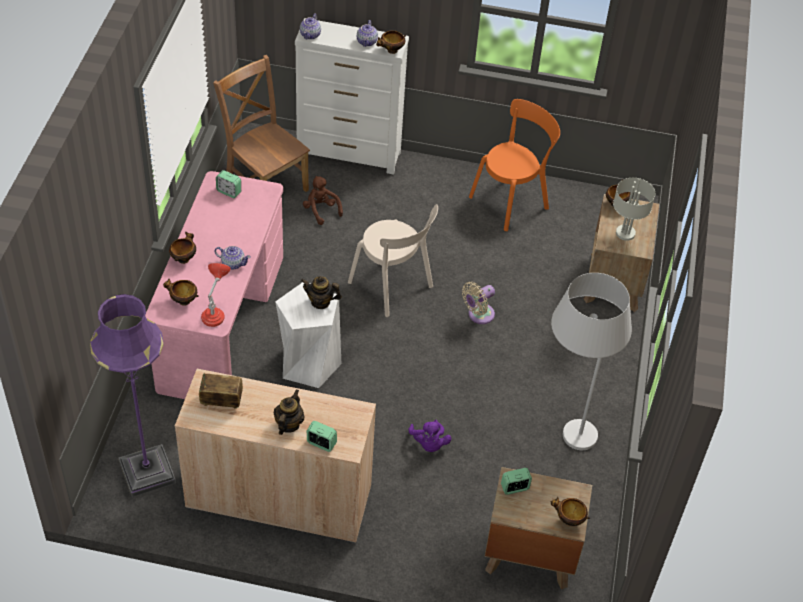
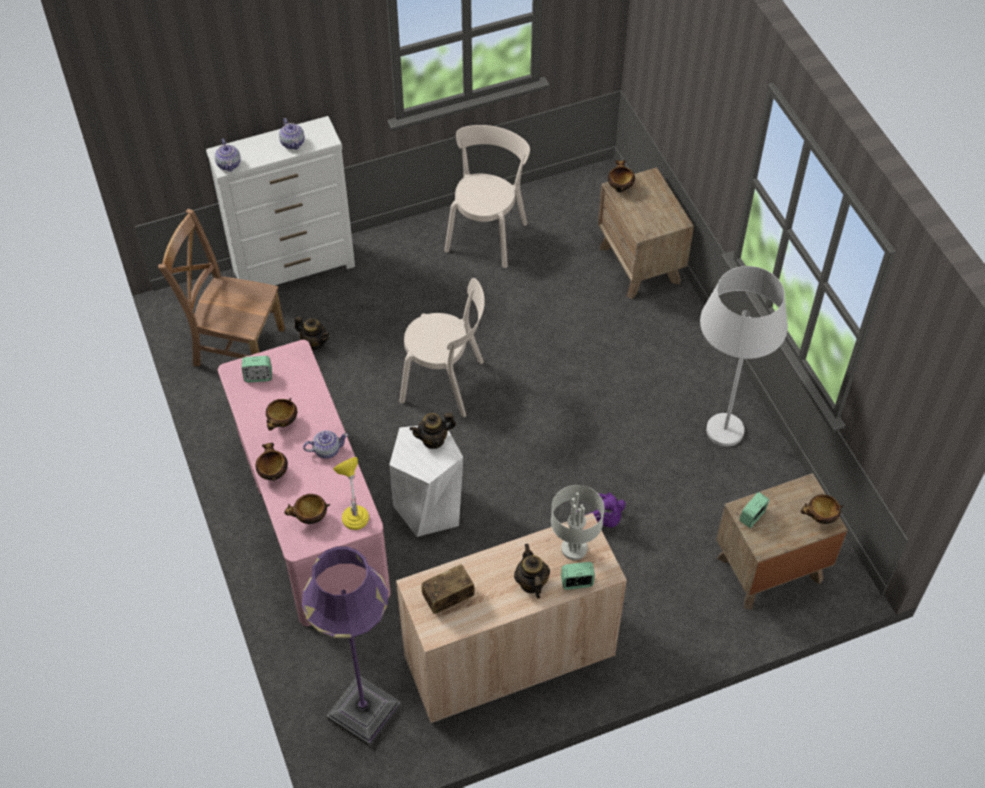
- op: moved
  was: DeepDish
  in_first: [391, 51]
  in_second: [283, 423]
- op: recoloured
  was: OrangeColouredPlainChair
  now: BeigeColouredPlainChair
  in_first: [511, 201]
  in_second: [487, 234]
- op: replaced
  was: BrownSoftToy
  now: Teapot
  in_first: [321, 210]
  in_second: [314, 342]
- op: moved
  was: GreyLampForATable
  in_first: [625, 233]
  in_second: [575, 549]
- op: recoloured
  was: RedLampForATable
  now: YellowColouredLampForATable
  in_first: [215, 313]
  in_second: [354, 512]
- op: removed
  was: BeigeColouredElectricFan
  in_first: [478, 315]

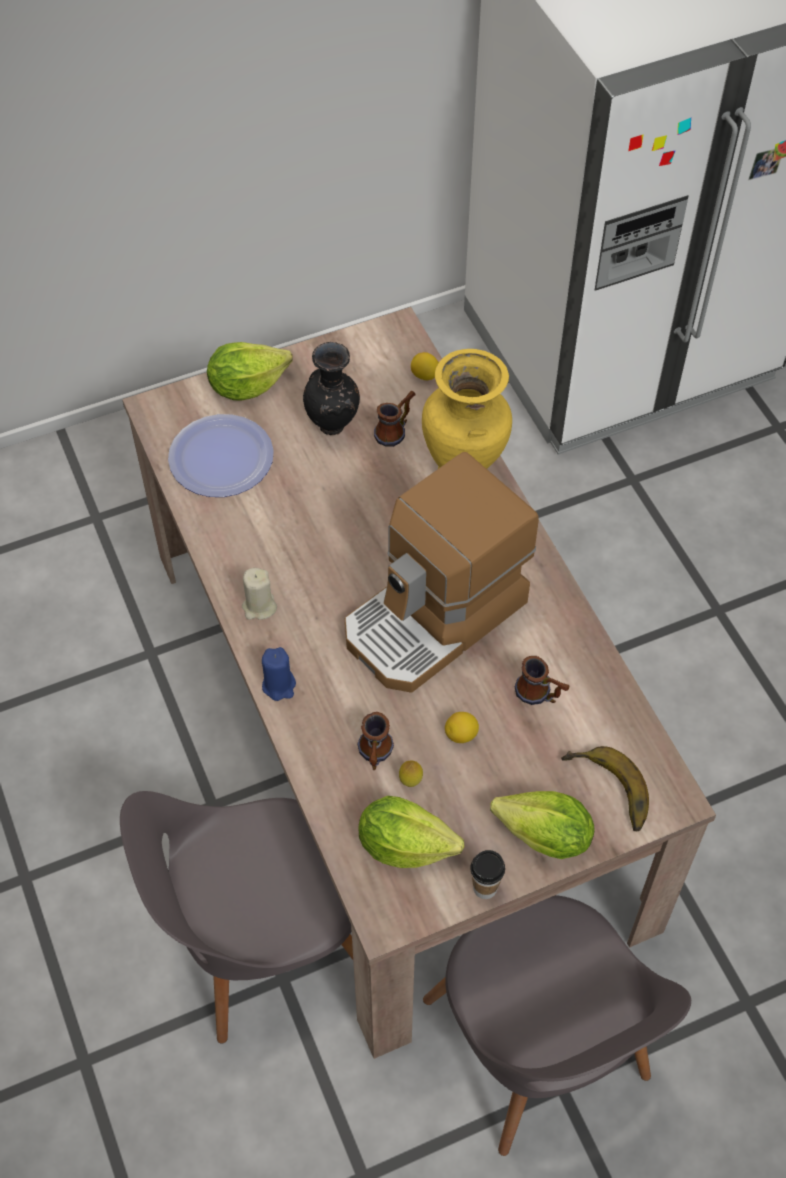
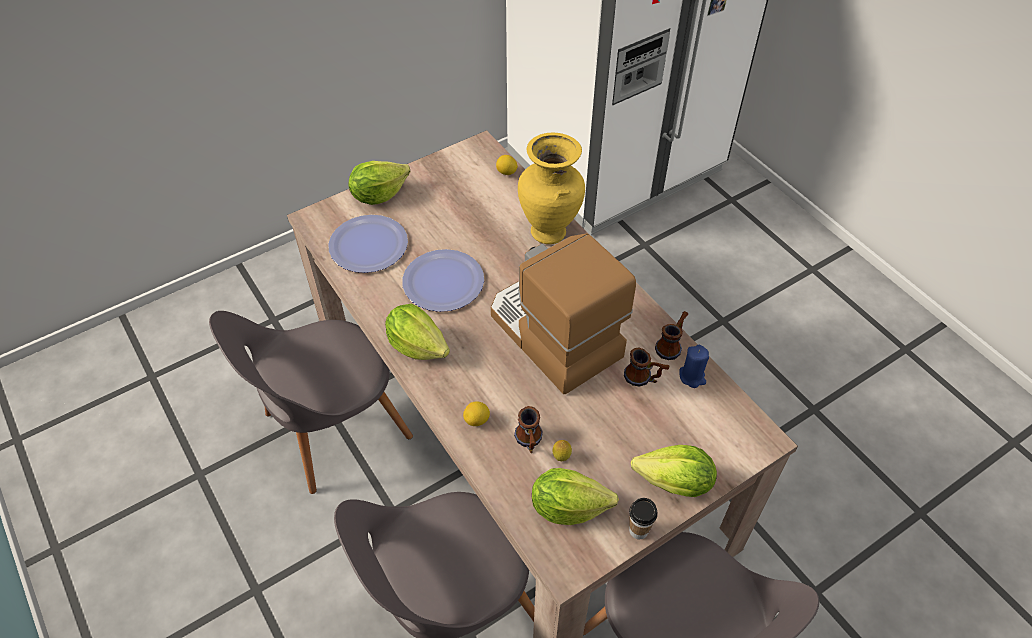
- op: removed
  was: BlackishVase
  in_first: [334, 427]
- op: moved
  was: TeaMug
  in_first: [395, 430]
  in_second: [671, 345]
- op: turned
  was: CoffeeBrewer
  in_first: [436, 618]
  in_second: [553, 335]
  clockwise: 105
- op: replaced
  was: BeigeColouredWaxCandle
  now: LettuceHead
  in_first: [259, 607]
  in_second: [417, 345]
- op: moved
  was: BluishWaxCandle
  in_first: [279, 685]
  in_second: [692, 377]
- op: moved
  was: WholeLemon
  in_first: [461, 735]
  in_second: [477, 420]
- op: removed
  was: Banana
  in_first: [605, 793]
- op: added
  now: DinnerPlate
  in_second: [443, 282]
- op: added
  now: GreyPlainChair
  in_second: [331, 429]

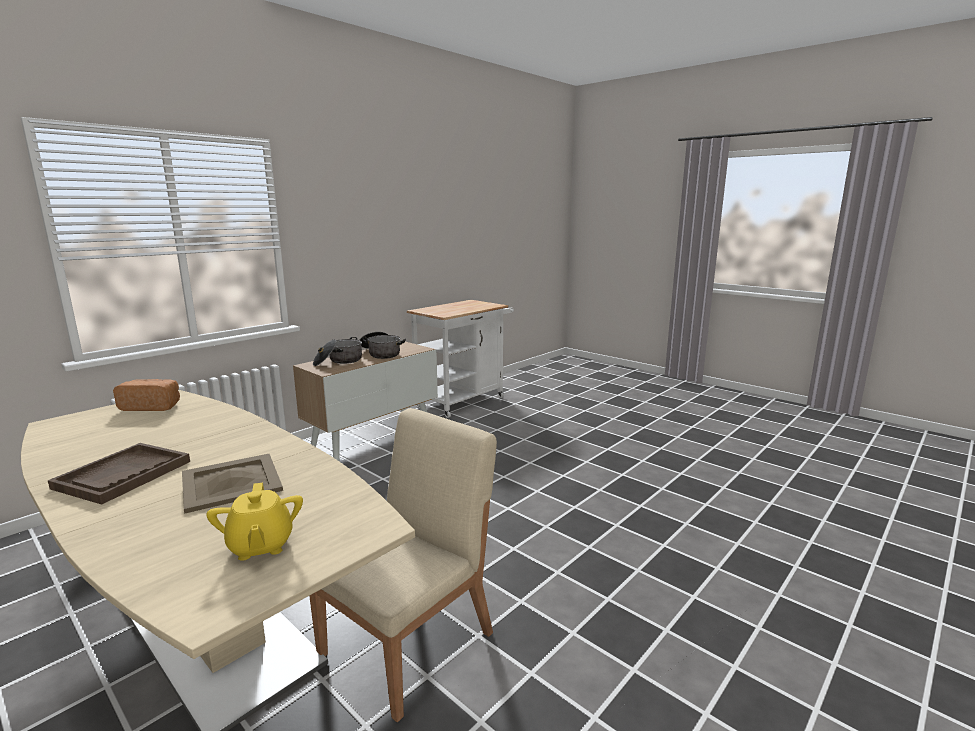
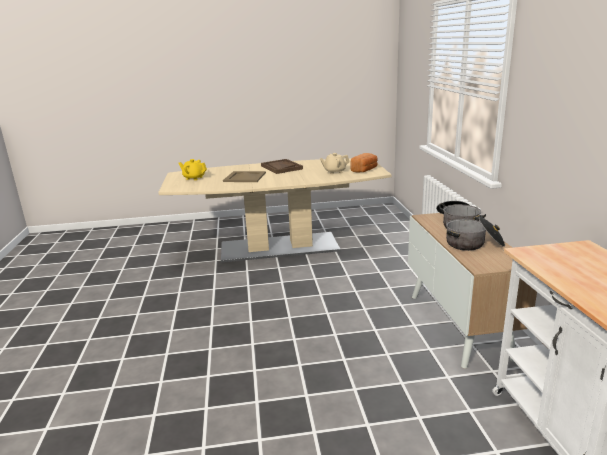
- op: removed
  was: BeigeColouredPlainChair
  in_first: [410, 642]
- op: added
  now: BeigeColouredTeapot
  in_second: [334, 172]

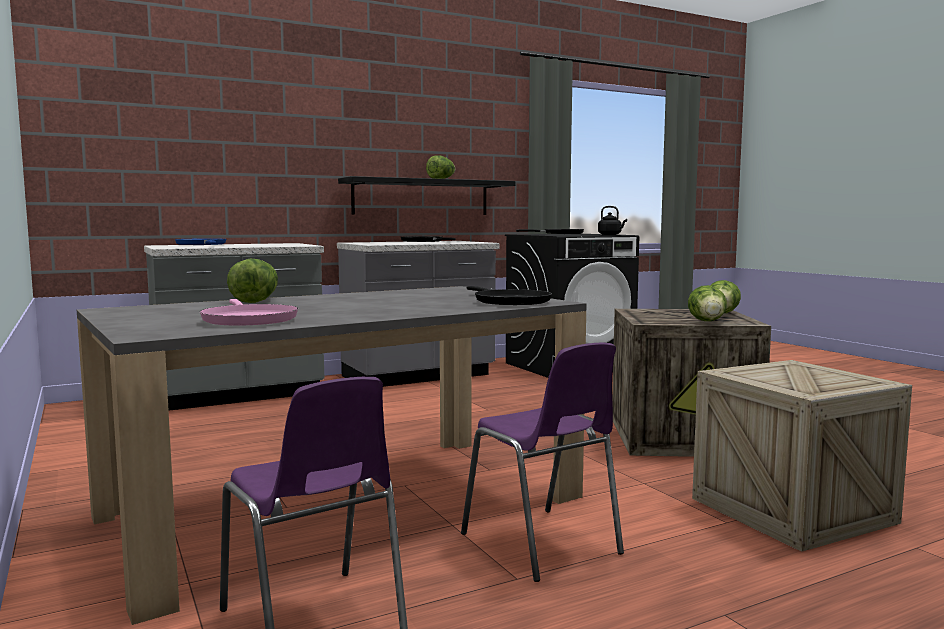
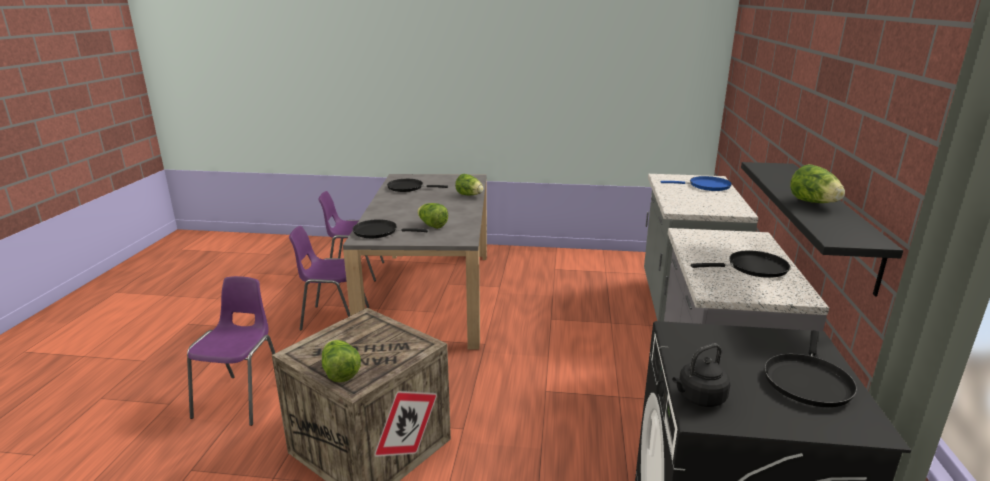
- op: moved
  was: LettuceHead
  in_first: [708, 322]
  in_second: [432, 225]
- op: recoloured
  was: PinkColouredFryingPan
  now: BlackishFryingPan
  in_first: [248, 320]
  in_second: [408, 188]
- op: replaced
  was: Crate
  now: PurpleColouredPlainChair
  in_first: [792, 510]
  in_second: [242, 398]

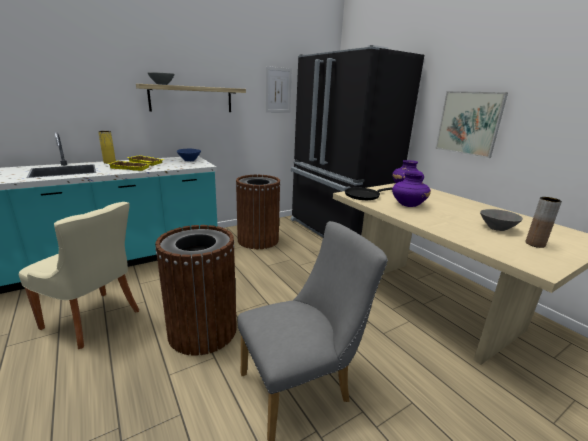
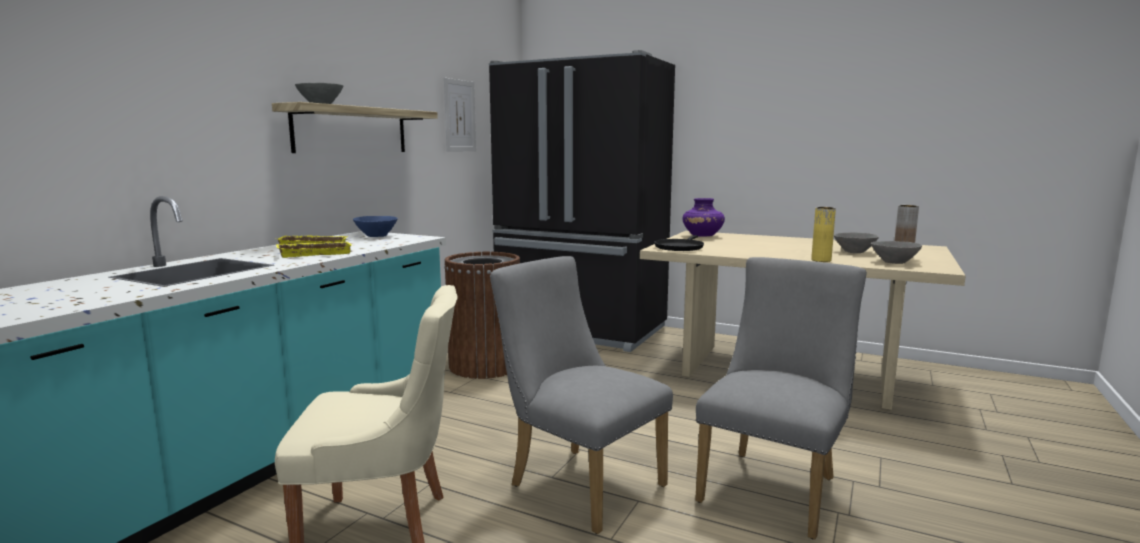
- op: removed
  was: Picture
  in_first: [468, 123]
- op: moved
  was: YellowColouredVase
  in_first: [109, 162]
  in_second: [821, 260]
- op: removed
  was: PurpleColouredVase
  in_first: [408, 205]
- op: replaced
  was: BrownRubbishBin
  now: GreyPlainChair
  in_first: [203, 330]
  in_second: [578, 482]
- op: added
  now: GreyDeepDish
  in_second: [893, 262]

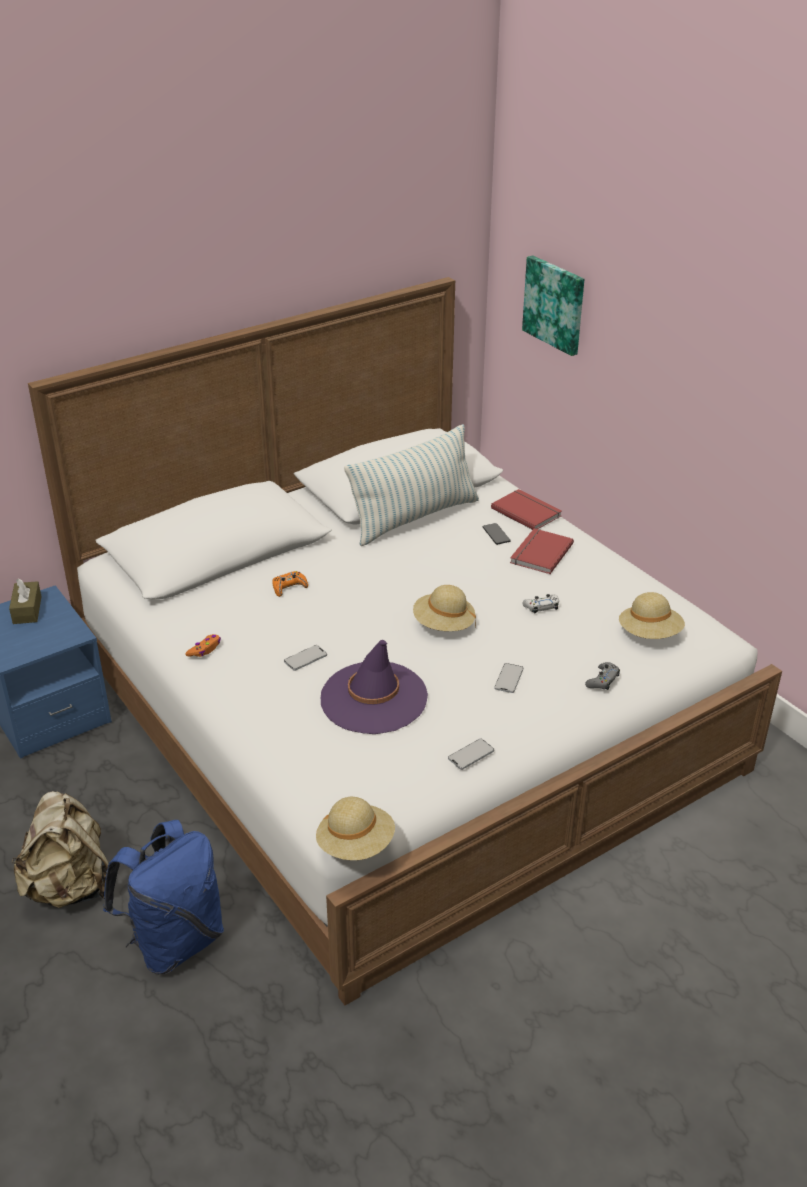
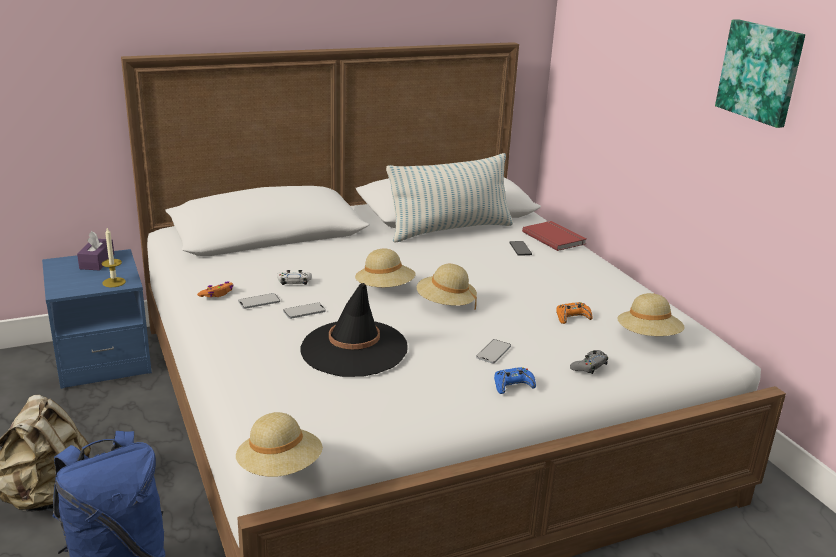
- op: moved
  was: Picture
  in_first: [555, 304]
  in_second: [761, 72]
- op: removed
  was: RedVolume
  in_first: [539, 553]
- op: moved
  was: OrangeColouredGameController
  in_first: [289, 587]
  in_second: [572, 317]
- op: recoloured
  was: BrownTissueHolder
  now: PurpleColouredTissueHolder
  in_first: [27, 610]
  in_second: [97, 262]
- op: moved
  was: WhiteColouredGameController
  in_first: [541, 607]
  in_second: [294, 282]
- op: recoloured
  was: PurpleColouredHat
  now: BlackishHat
  in_first: [373, 698]
  in_second: [354, 349]
- op: moved
  was: Telephone
  in_first: [471, 755]
  in_second: [259, 302]
- op: added
  now: WaxCandle
  in_second: [114, 282]
- op: added
  now: BeigeColouredHat
  in_second: [385, 289]
- op: added
  now: BluishGameController
  in_second: [513, 385]

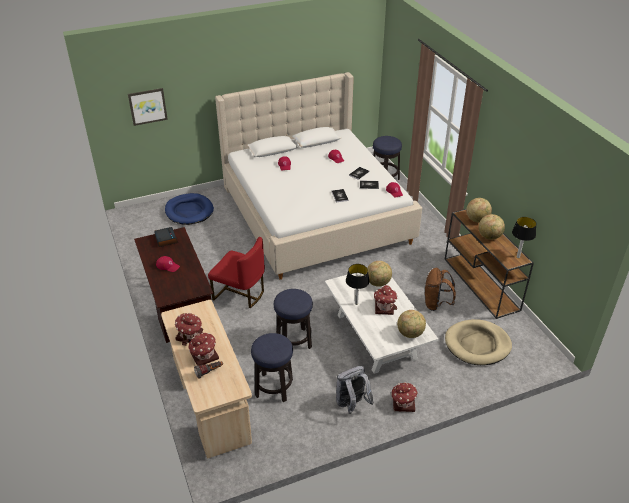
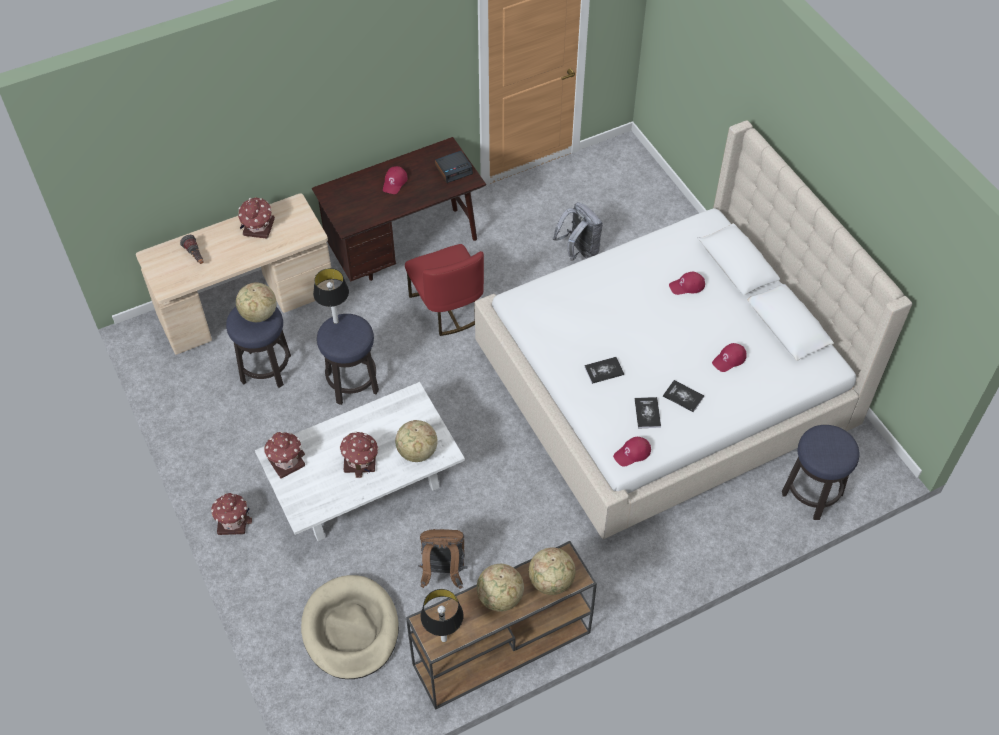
- op: removed
  was: Picture
  in_first: [147, 106]
- op: removed
  was: BluishPetBed
  in_first: [189, 211]
- op: turned
  was: RedPlainChair
  in_first: [240, 294]
  in_second: [447, 308]
  clockwise: -45
- op: moved
  was: LampForATable
  in_first: [356, 303]
  in_second: [335, 321]
- op: moved
  was: WorldGlobe
  in_first: [410, 333]
  in_second: [259, 315]
- op: moved
  was: MiniatureHouse
  in_first: [204, 356]
  in_second: [286, 461]
- op: moved
  was: GreyRucksack
  in_first: [352, 404]
  in_second: [579, 251]

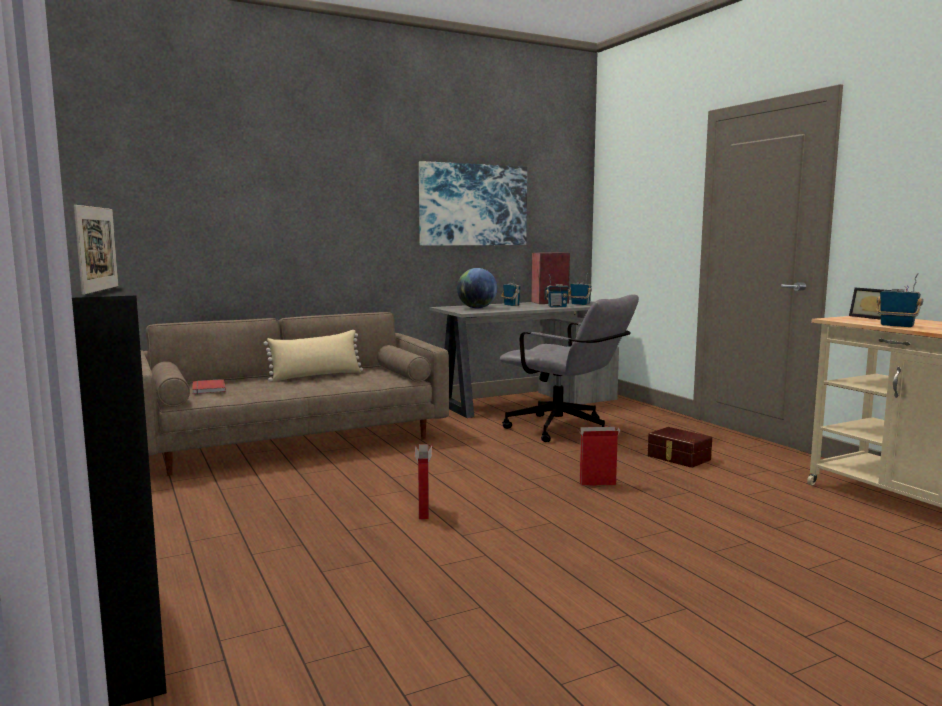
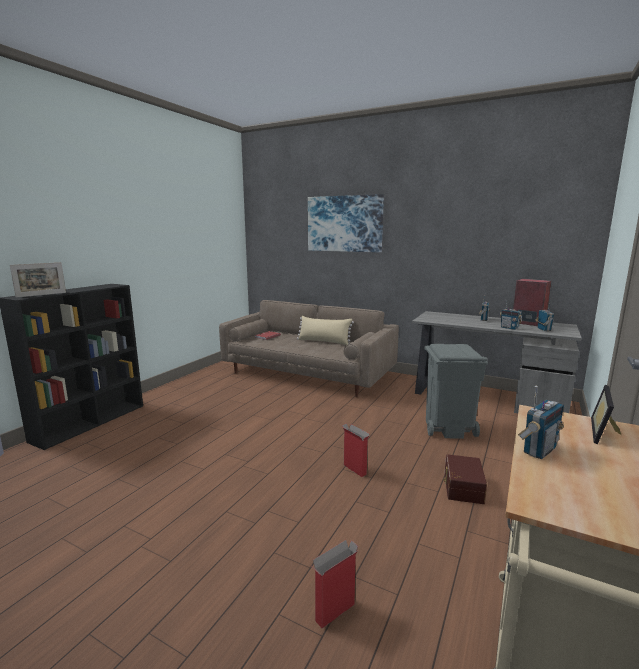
- op: moved
  was: Picture
  in_first: [473, 205]
  in_second: [344, 224]
- op: removed
  was: WorldGlobe
  in_first: [477, 308]
- op: turned
  was: Radio
  in_first: [897, 326]
  in_second: [538, 450]
  clockwise: 45
- op: replaced
  was: GreyDeskChair
  now: GreyRubbishBin
  in_first: [566, 430]
  in_second: [448, 428]
- op: moved
  was: Carton
  in_first: [424, 511]
  in_second: [334, 613]

